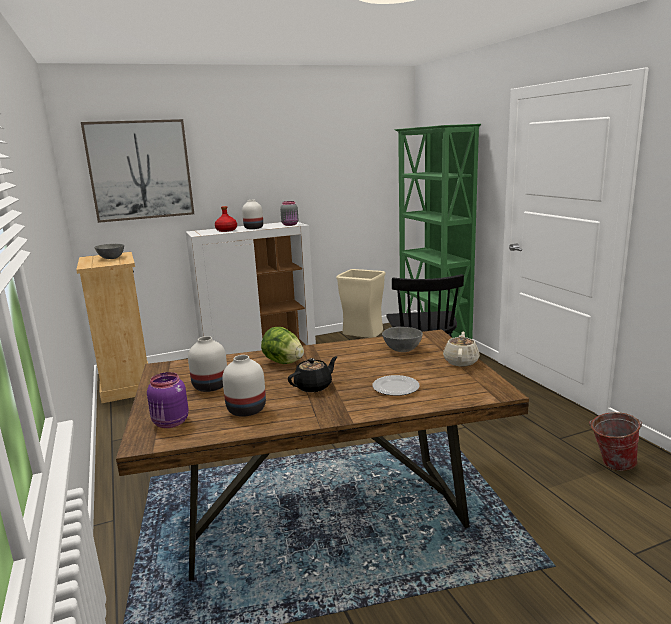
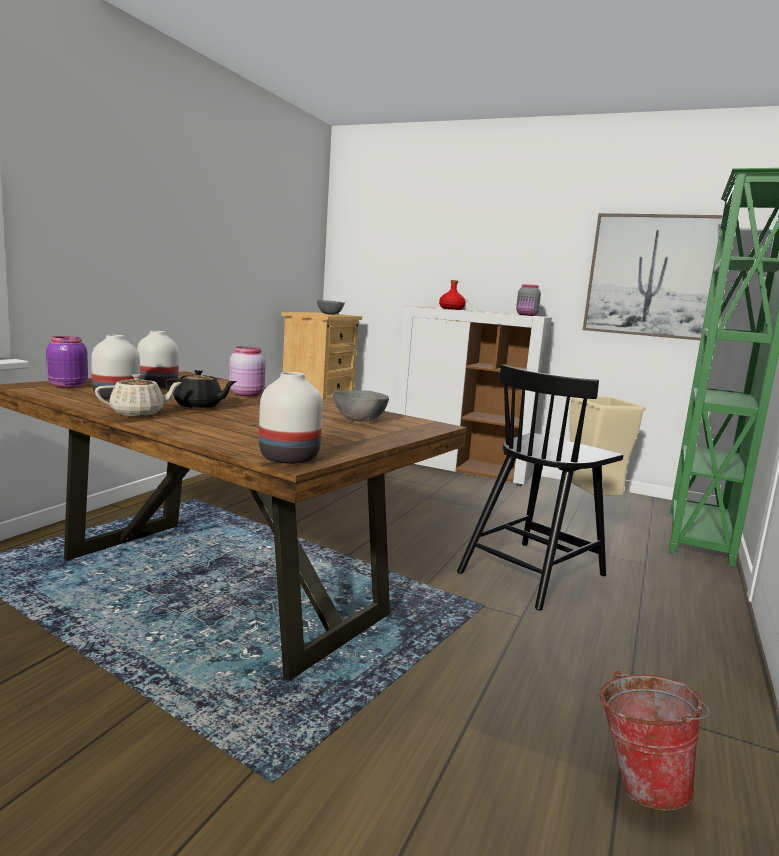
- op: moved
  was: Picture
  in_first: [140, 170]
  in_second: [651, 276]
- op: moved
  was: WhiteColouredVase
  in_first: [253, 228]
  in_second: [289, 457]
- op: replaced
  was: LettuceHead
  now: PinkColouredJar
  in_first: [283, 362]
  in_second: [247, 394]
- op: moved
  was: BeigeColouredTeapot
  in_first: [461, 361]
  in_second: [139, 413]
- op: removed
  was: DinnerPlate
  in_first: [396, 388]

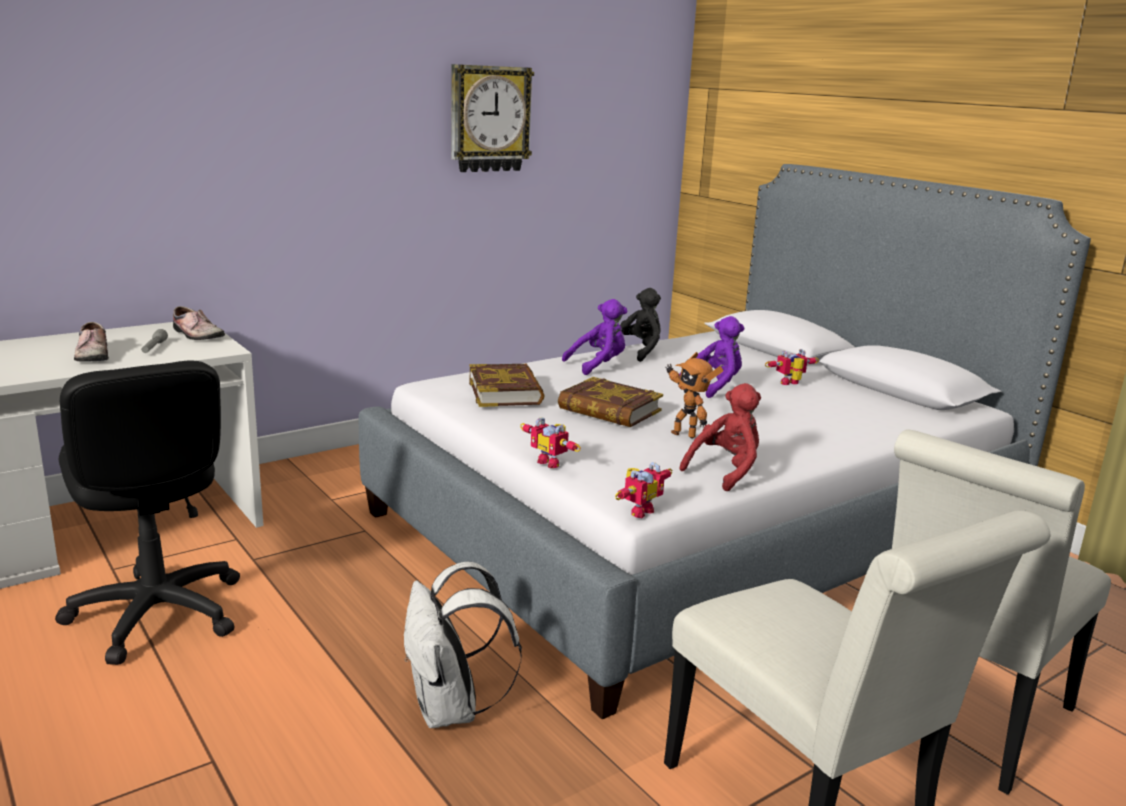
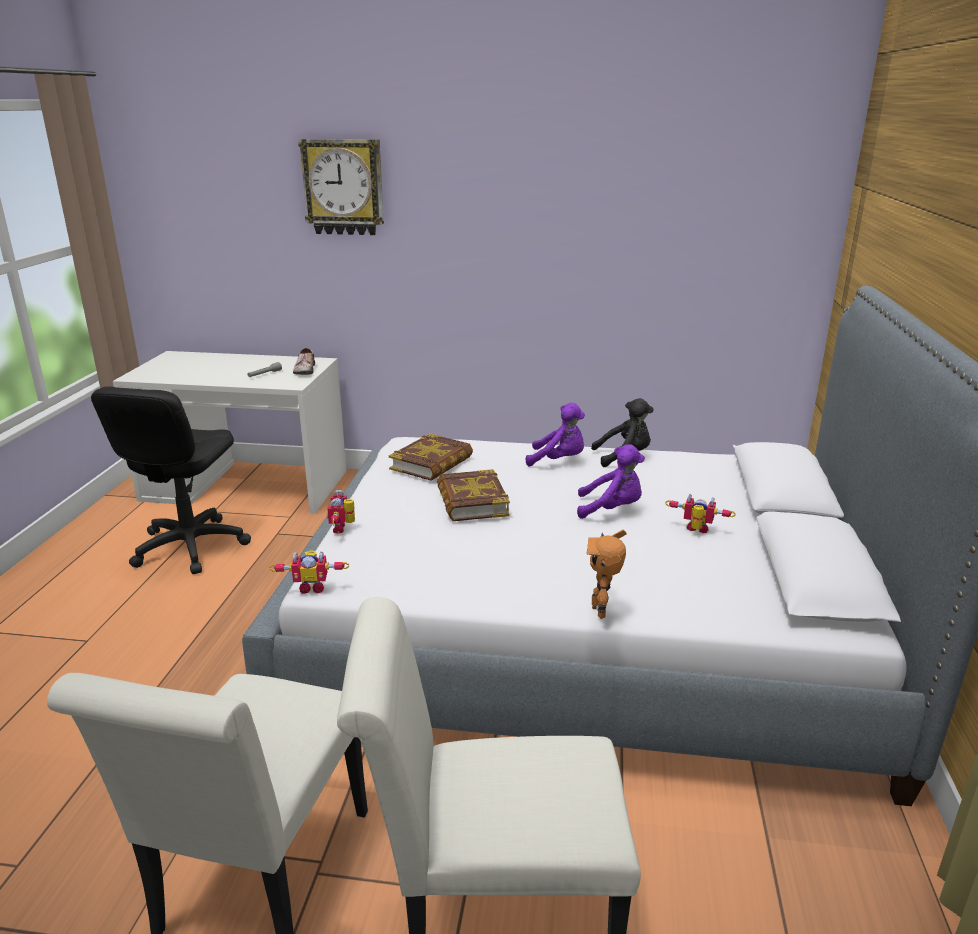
- op: moved
  was: WallClock
  in_first: [489, 119]
  in_second: [343, 187]
- op: removed
  was: Shoe
  in_first: [91, 355]
- op: moved
  was: RobotFigure
  in_first: [684, 434]
  in_second: [602, 611]
- op: removed
  was: RedSoftToy
  in_first: [725, 471]
- op: removed
  was: WhiteColouredRucksack
  in_first: [451, 710]

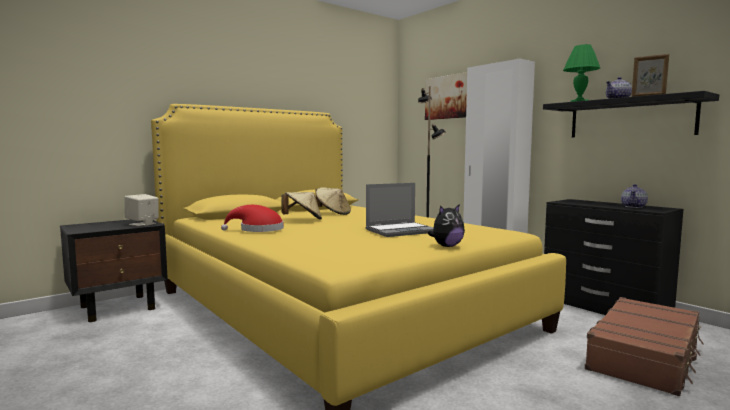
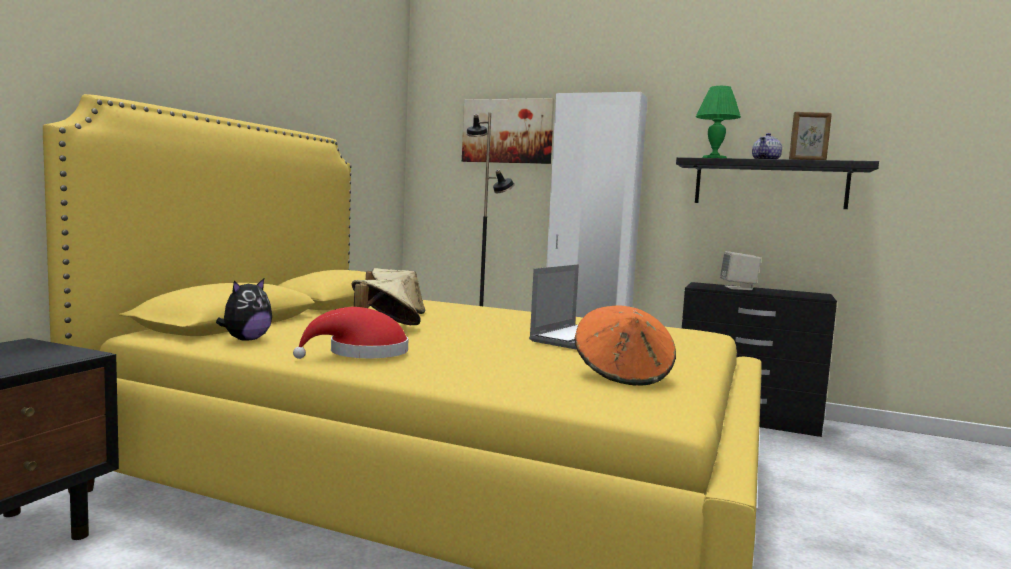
- op: removed
  was: Teapot
  in_first: [633, 206]
- op: moved
  was: BeigeColouredLoudspeaker
  in_first: [142, 224]
  in_second: [738, 288]
- op: moved
  was: SoftToy
  in_first: [447, 246]
  in_second: [246, 340]
- op: removed
  was: BrownSuitcase
  in_first: [645, 357]
- op: added
  now: OrangeColouredHat
  in_second: [623, 374]

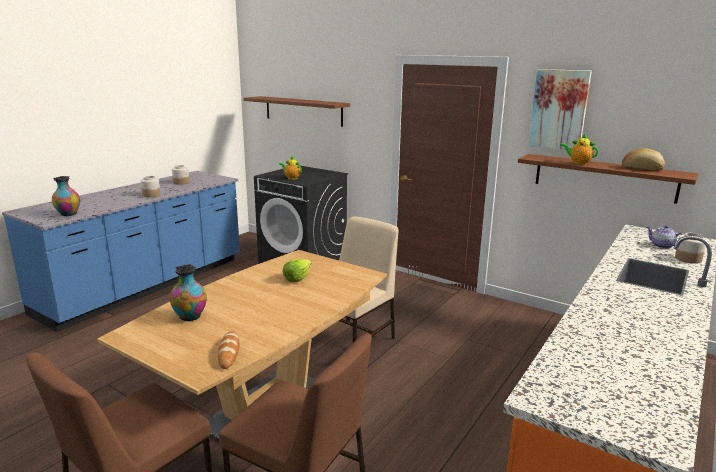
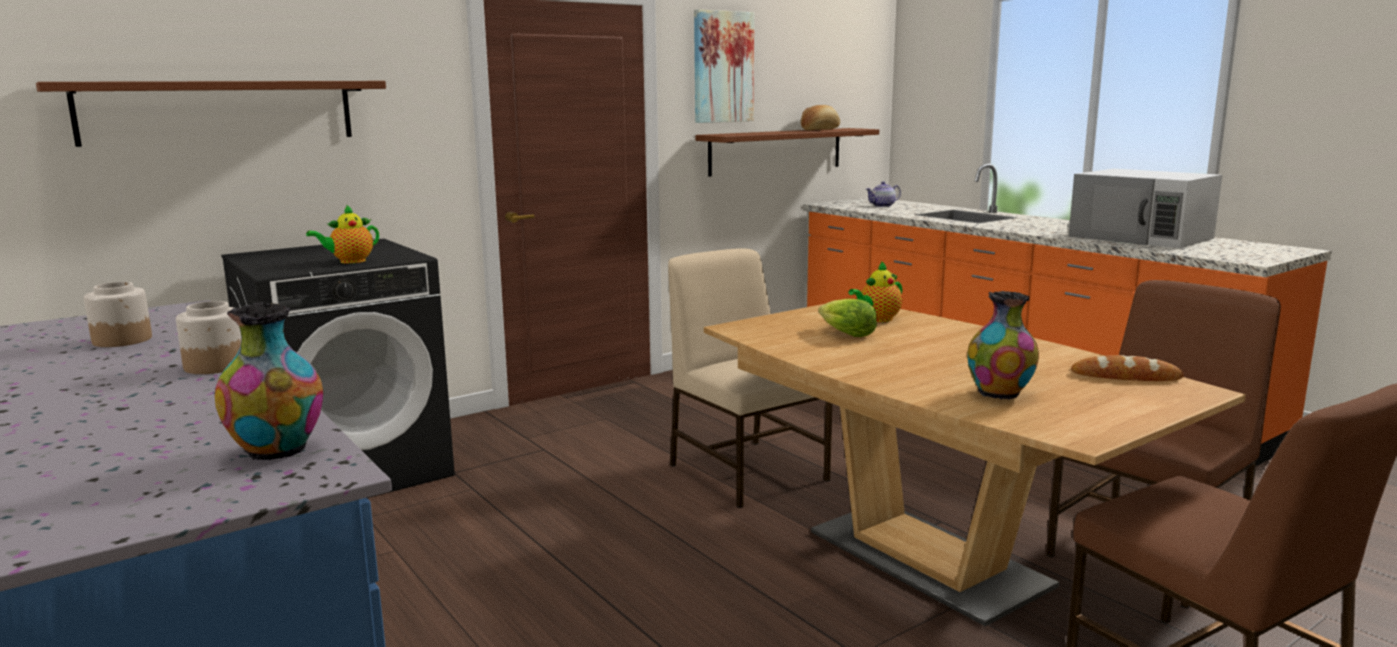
- op: moved
  was: Teapot
  in_first: [578, 163]
  in_second: [877, 319]
- op: removed
  was: Jar
  in_first: [687, 259]
- op: added
  now: WhiteColouredMicrowave
  in_second: [1141, 237]

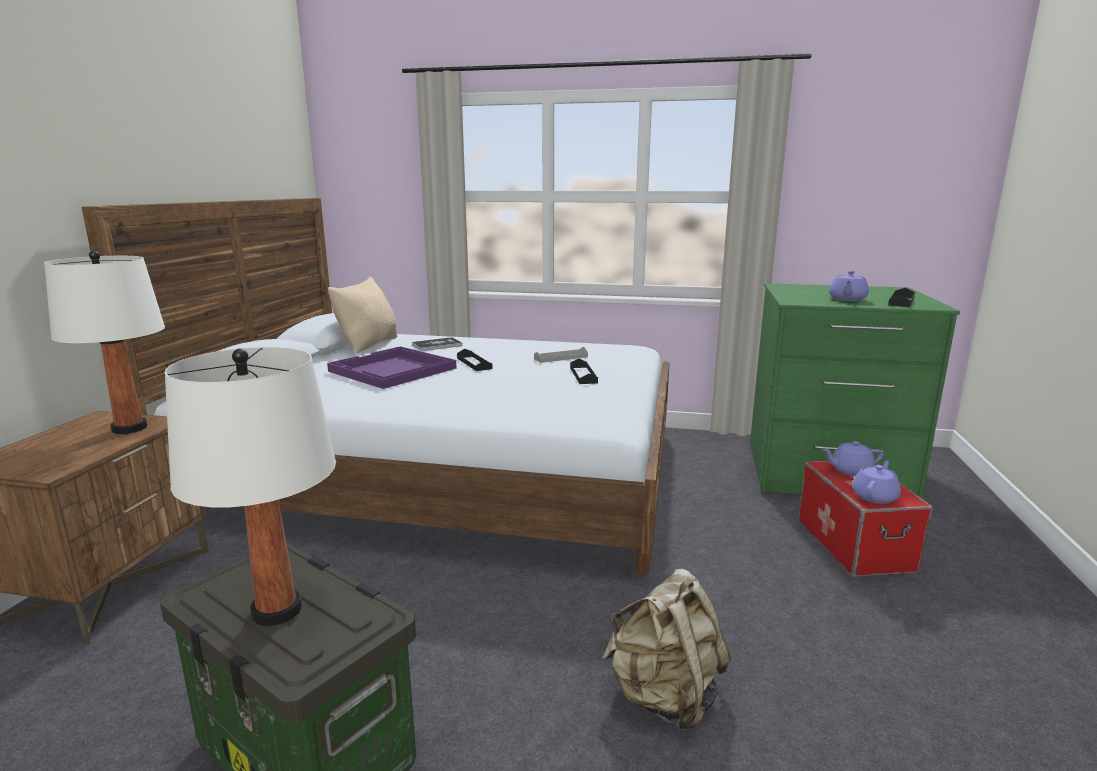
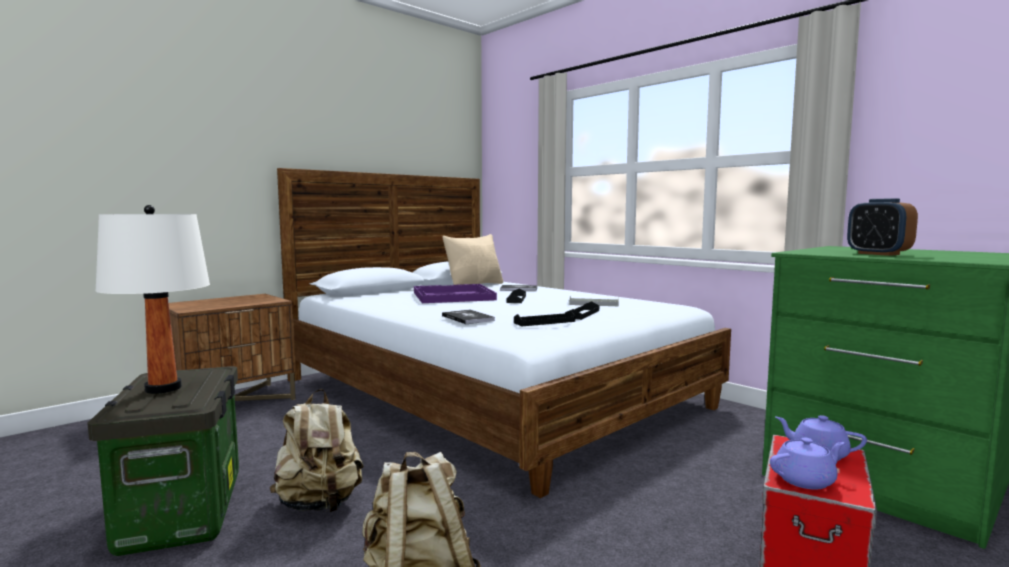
- op: removed
  was: WhiteColouredLampForATable
  in_first: [130, 428]
- op: replaced
  was: PurpleColouredTeapot
  now: TableClock
  in_first: [847, 299]
  in_second: [878, 254]
- op: moved
  was: BlackishServingTray
  in_first: [901, 301]
  in_second: [544, 322]
- op: added
  now: Volume
  in_second: [467, 318]
- op: added
  now: BeigeColouredRucksack
  in_second: [320, 504]

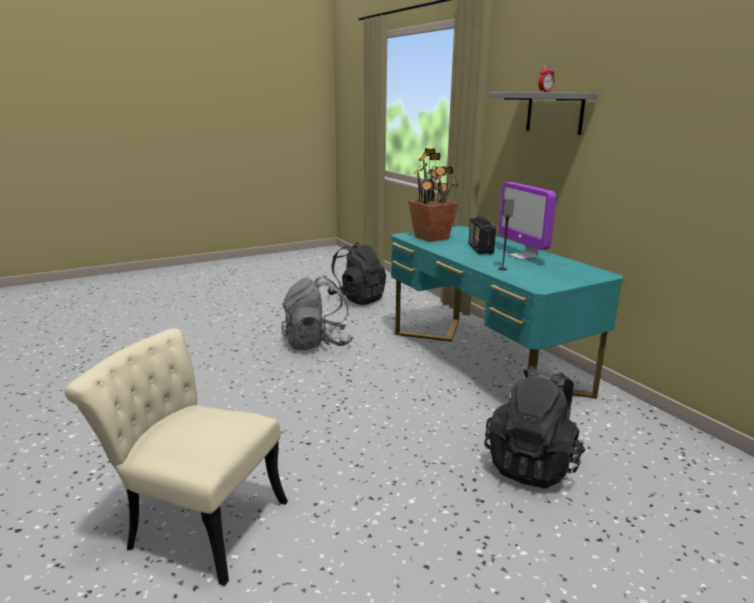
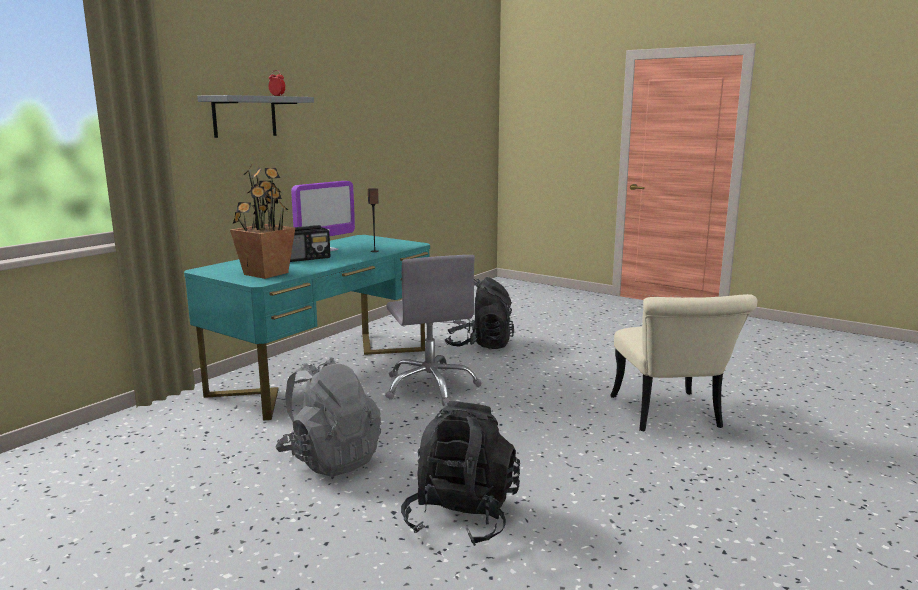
- op: moved
  was: BlackishRucksack
  in_first: [357, 299]
  in_second: [461, 517]
- op: added
  now: GreyDeskChair
  in_second: [430, 386]

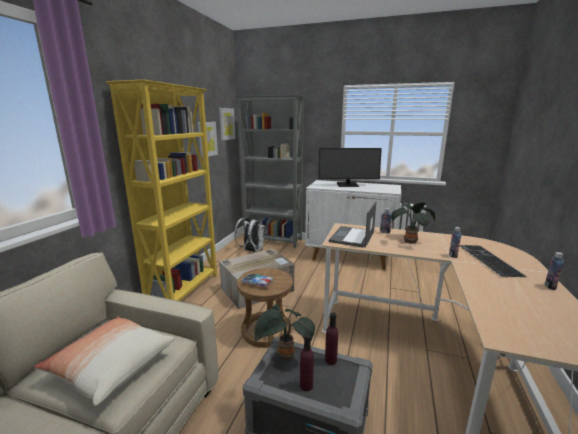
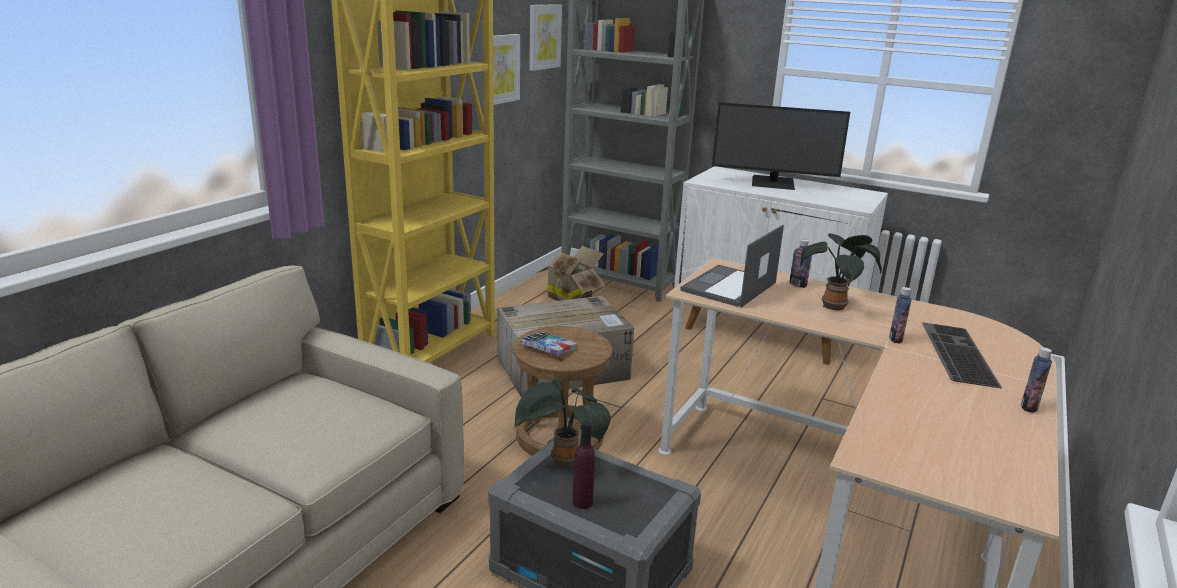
- op: replaced
  was: WhiteColouredRucksack
  now: Carton
  in_first: [252, 251]
  in_second: [571, 297]
- op: removed
  was: PurpleColouredBeverageBottle
  in_first: [330, 360]
- op: removed
  was: Cushion
  in_first: [111, 367]

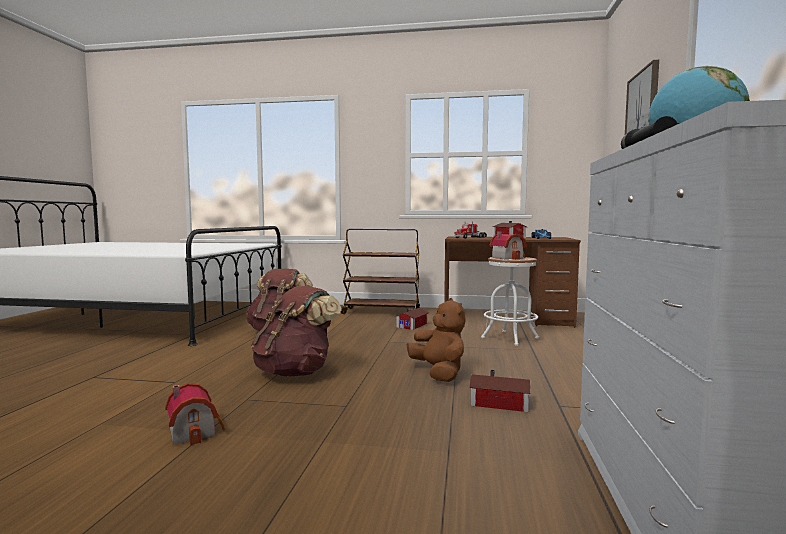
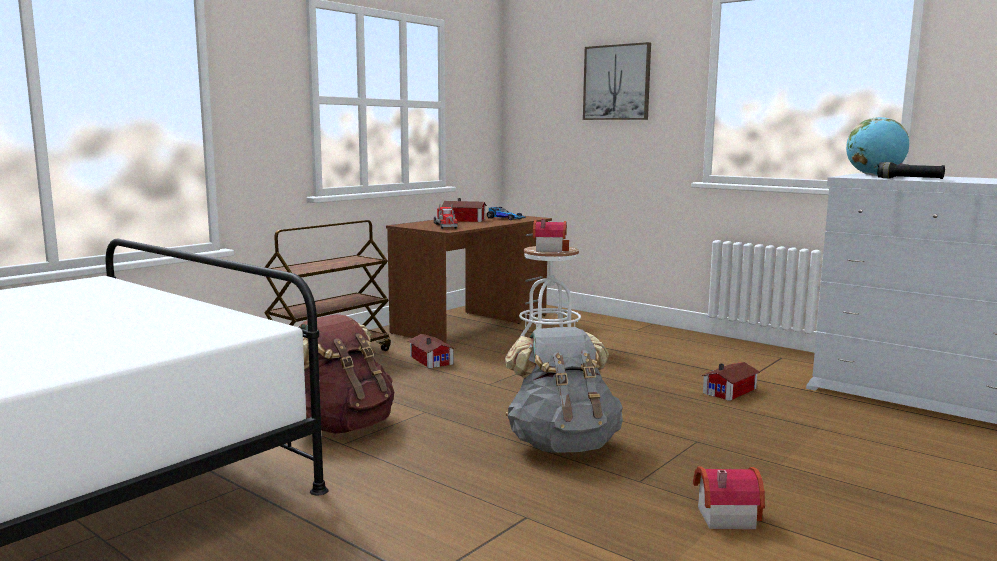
- op: recoloured
  was: BrownRucksack
  now: GreyRucksack
  in_first: [296, 372]
  in_second: [562, 445]
- op: removed
  was: BrownSoftToy
  in_first: [439, 373]

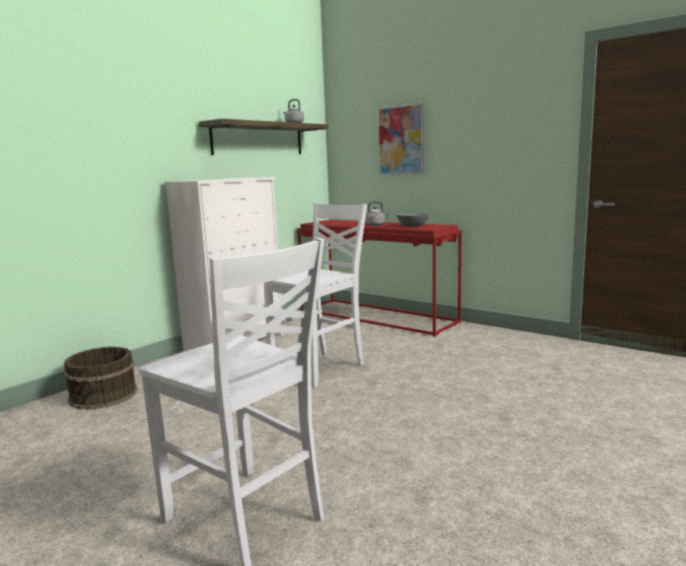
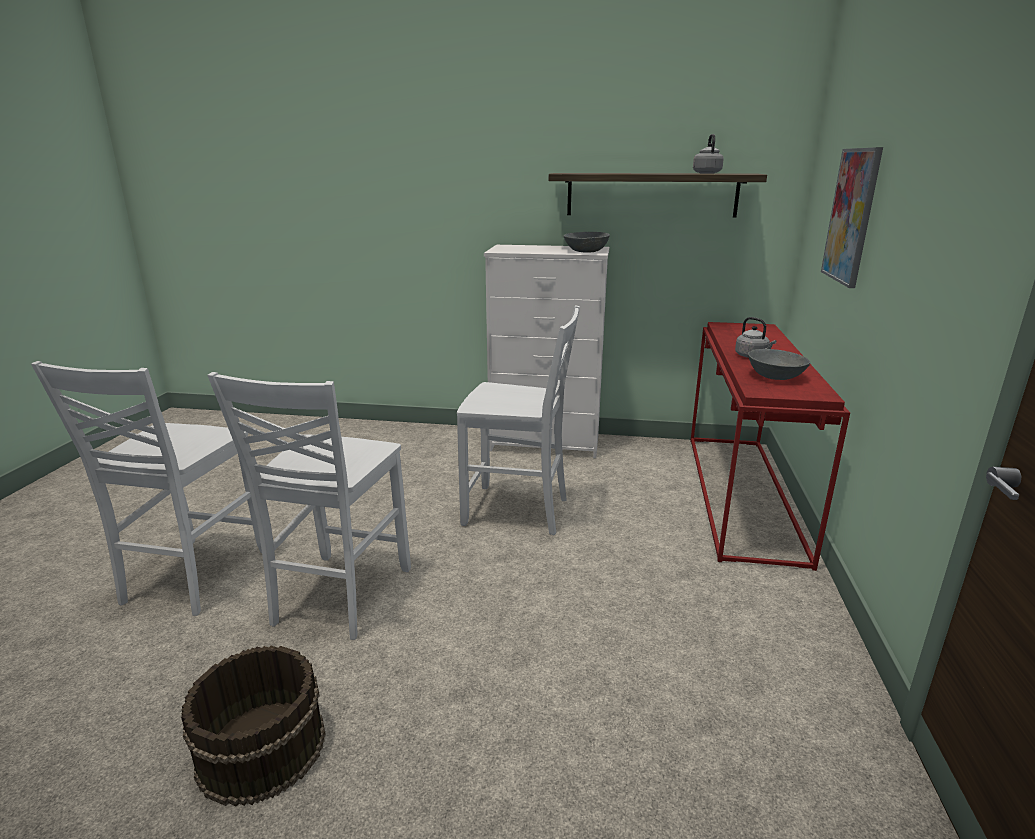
- op: moved
  was: BrownWaterBucket
  in_first: [102, 395]
  in_second: [261, 747]
- op: added
  now: GreyDeepDish
  in_second: [585, 251]
- op: added
  now: WhiteColouredPlainChair
  in_second: [339, 596]

